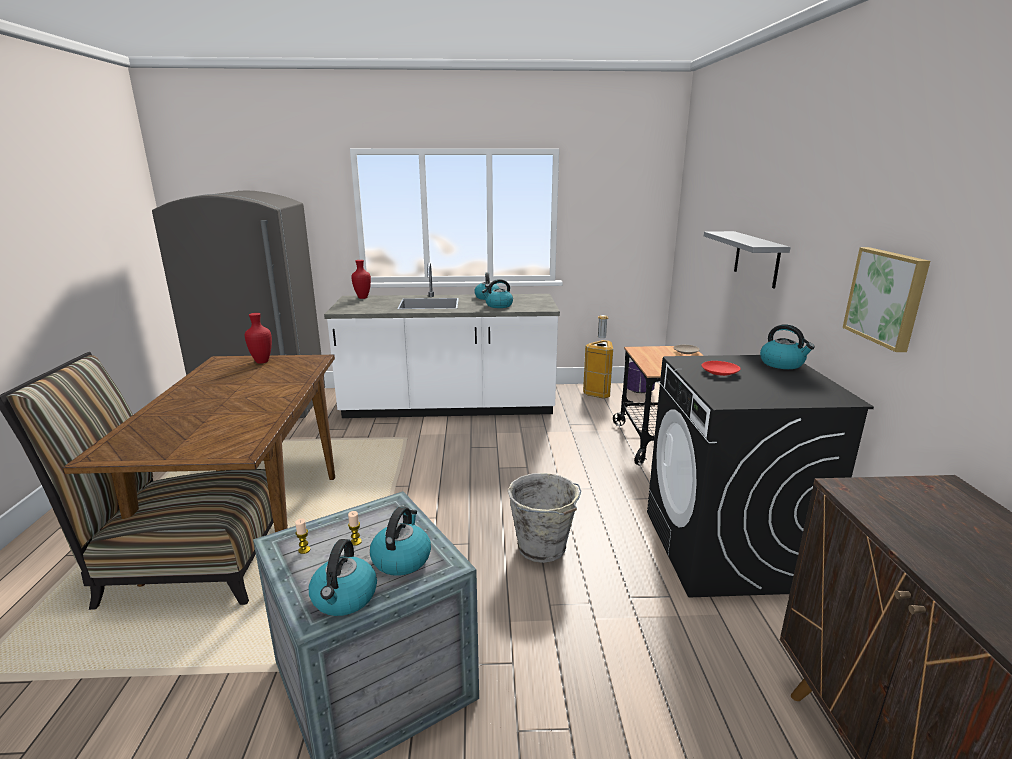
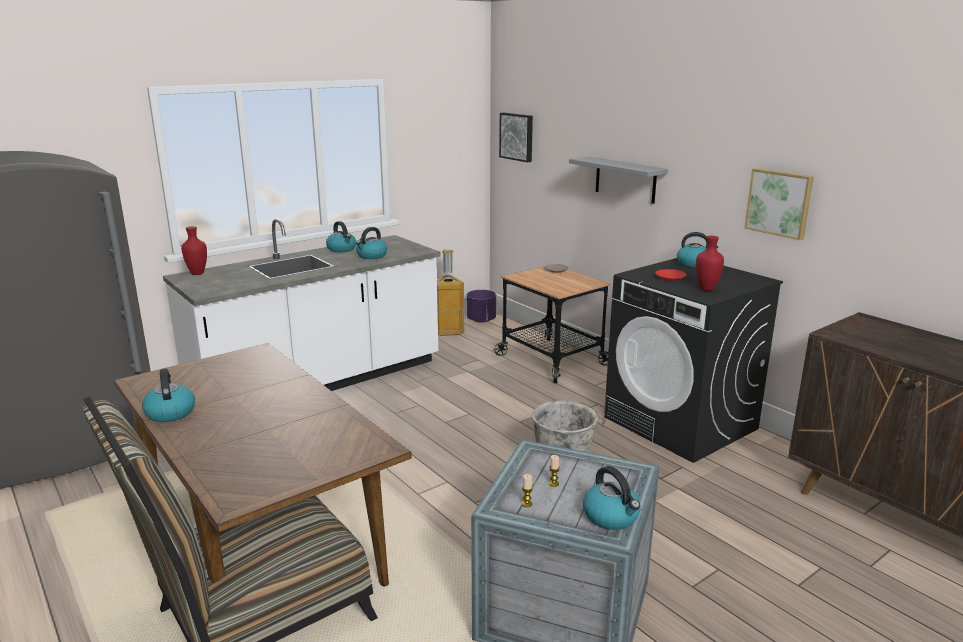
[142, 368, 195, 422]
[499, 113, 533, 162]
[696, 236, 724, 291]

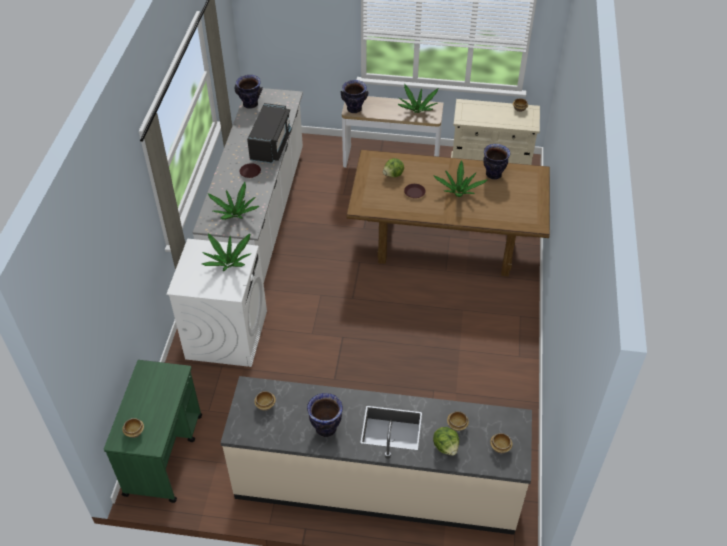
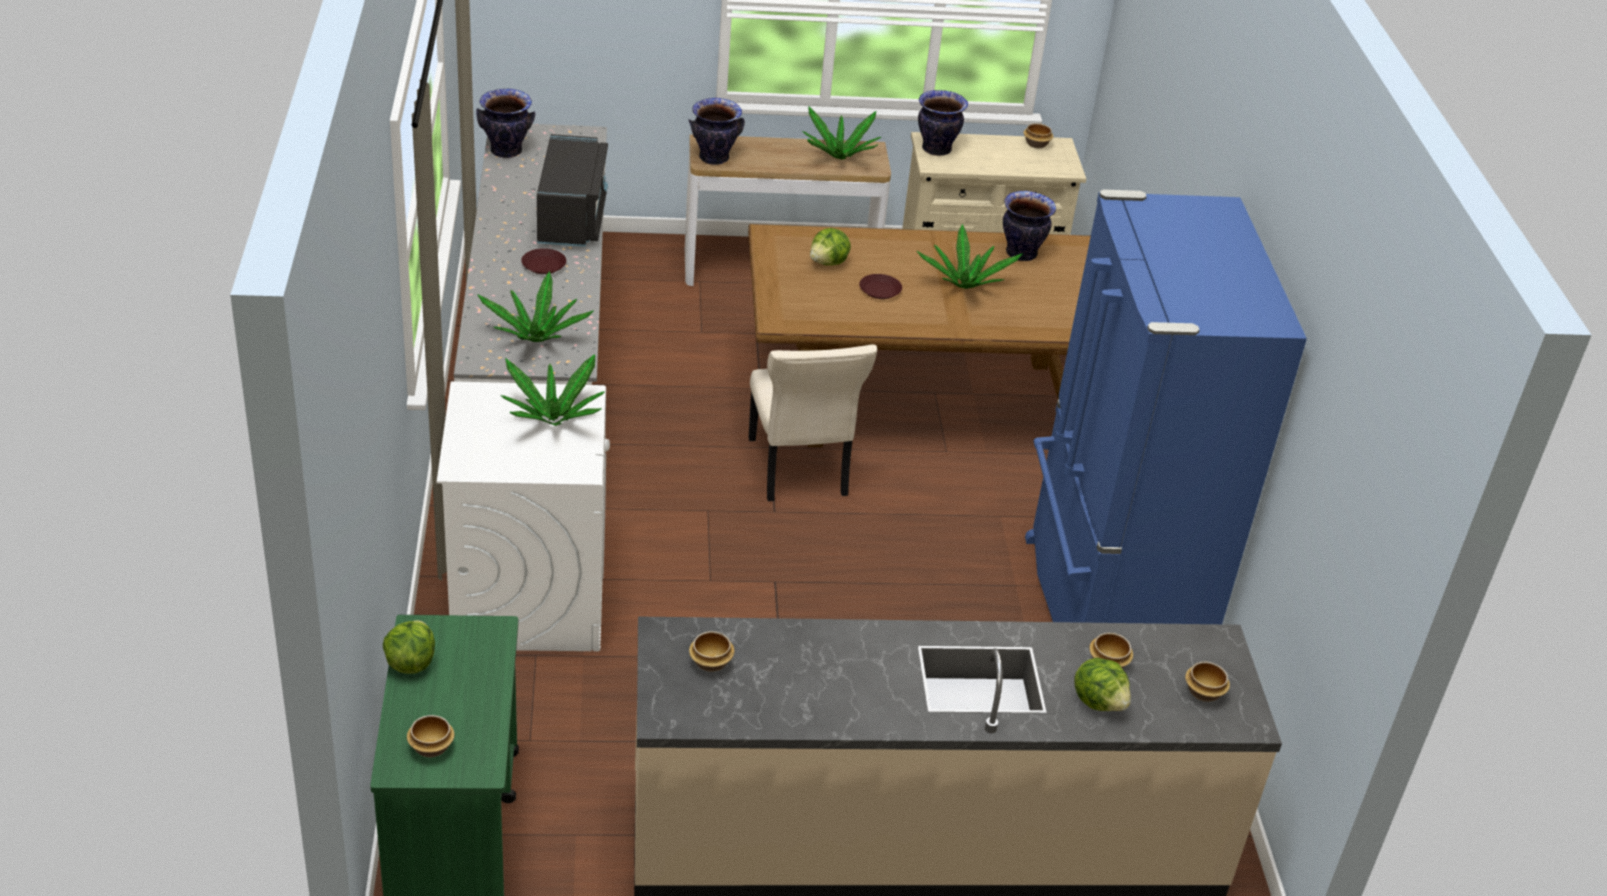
[383, 620, 435, 674]
[749, 344, 877, 501]
[918, 90, 968, 156]
[1025, 189, 1307, 624]

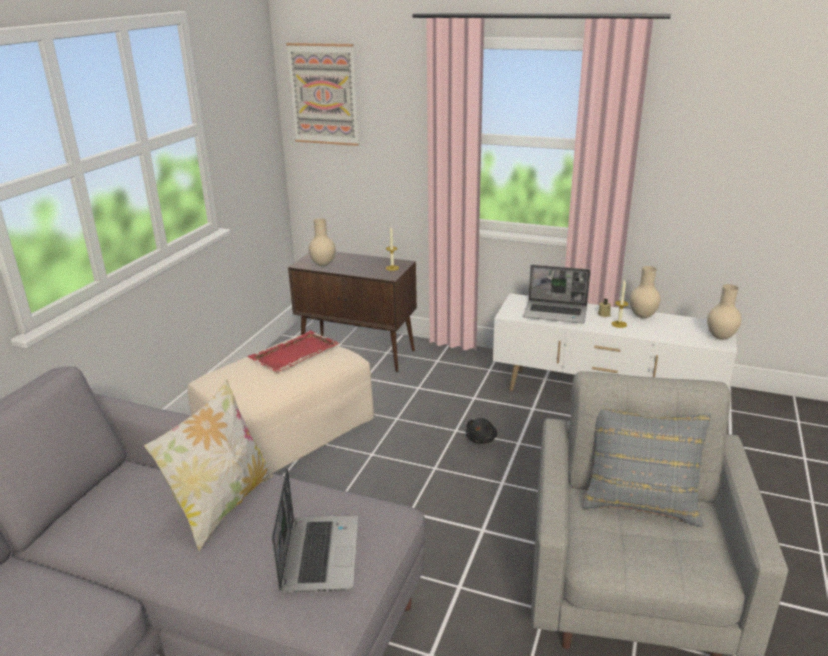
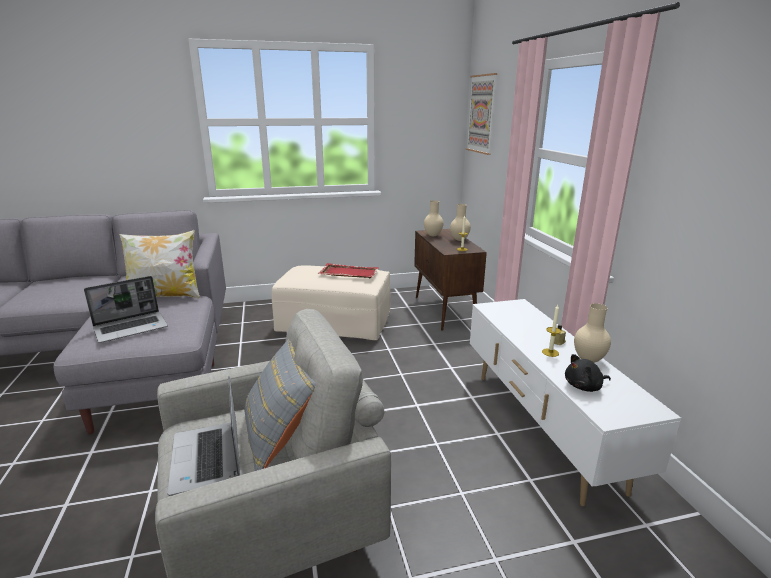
[167, 376, 240, 496]
[450, 204, 471, 241]
[565, 354, 611, 392]

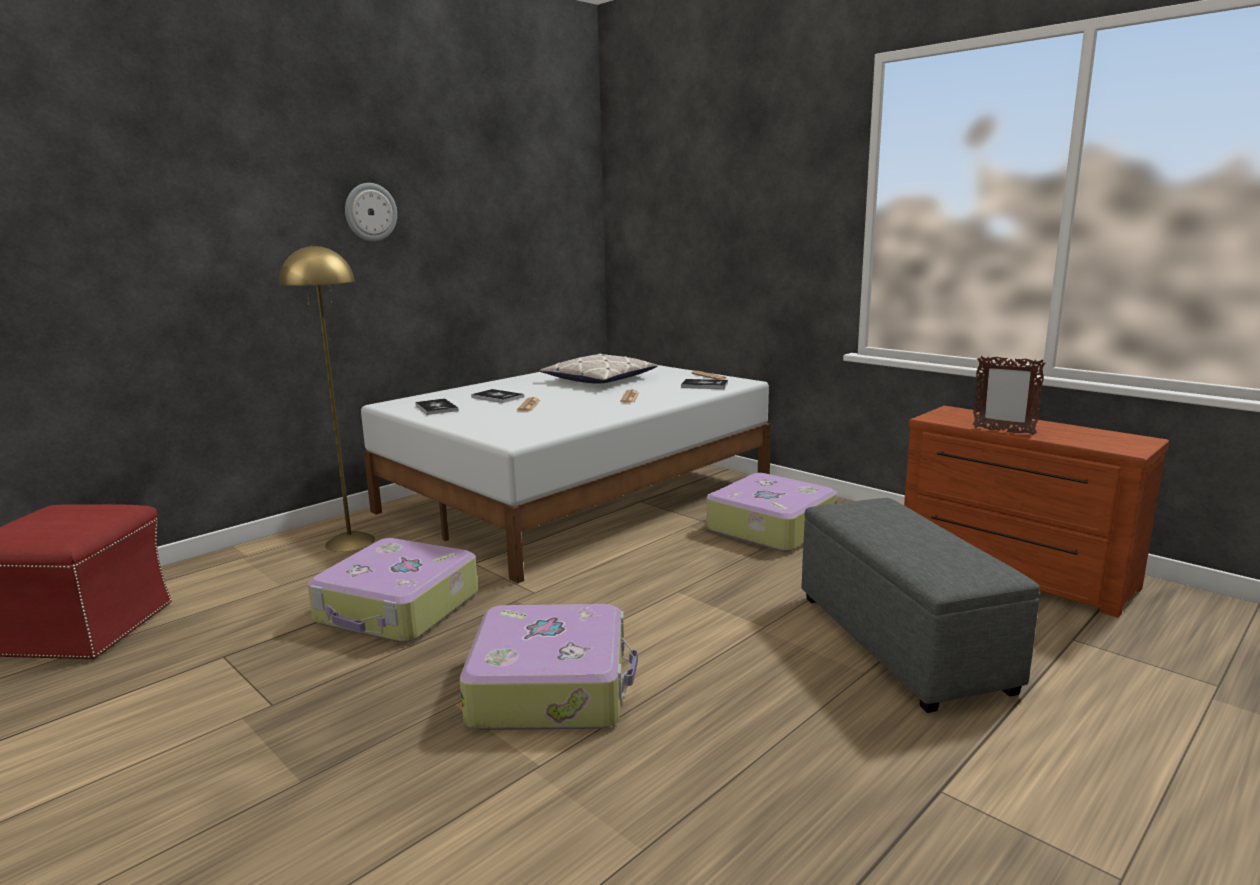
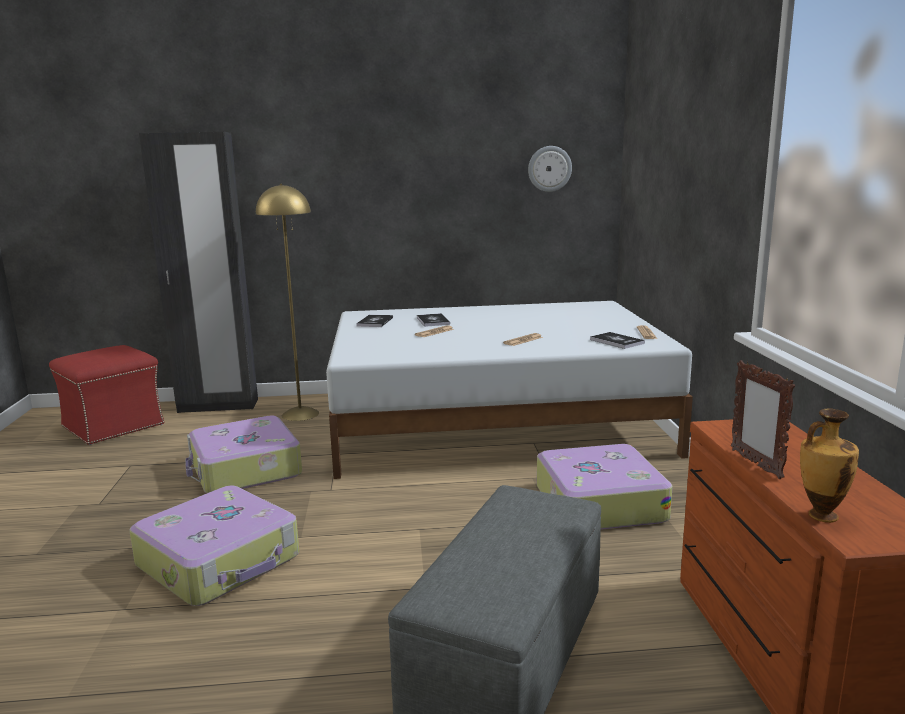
[139, 132, 258, 413]
[528, 146, 572, 192]
[800, 408, 859, 523]
[540, 353, 657, 384] (first image)

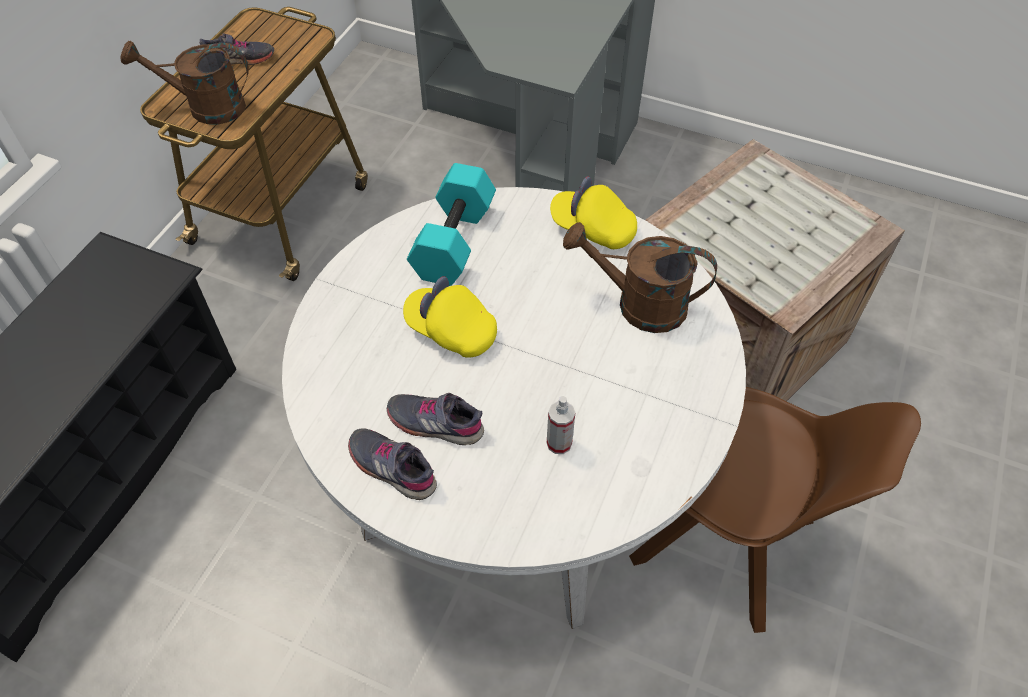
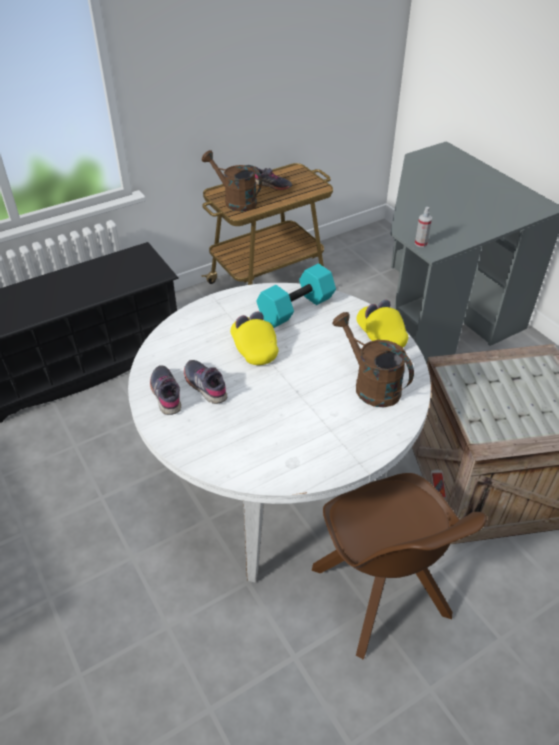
[415, 207, 432, 247]

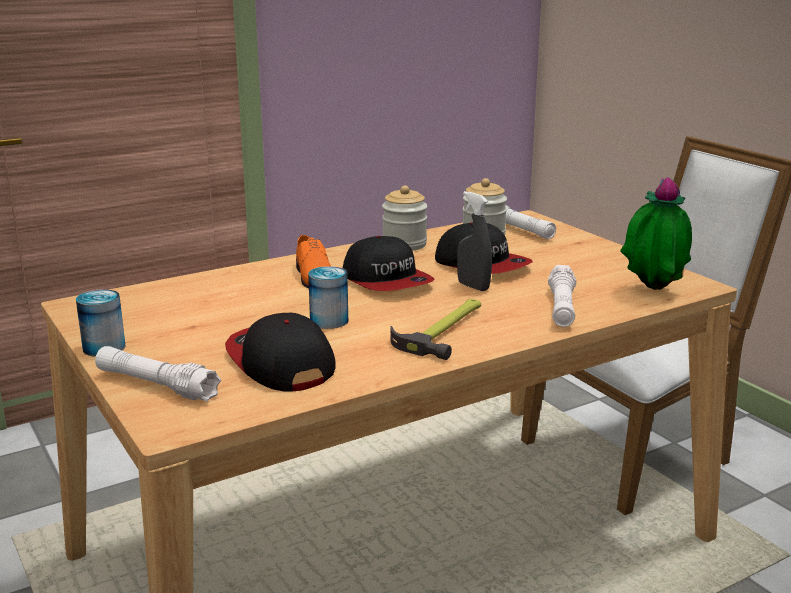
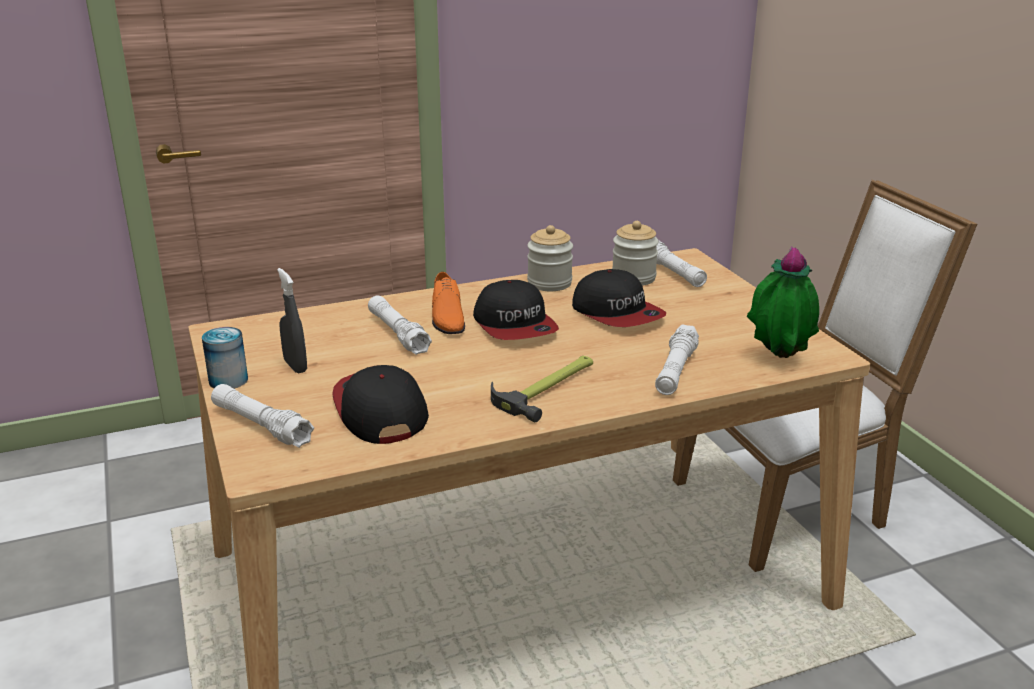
[277, 268, 307, 373]
[368, 295, 432, 355]
[308, 266, 348, 329] (first image)

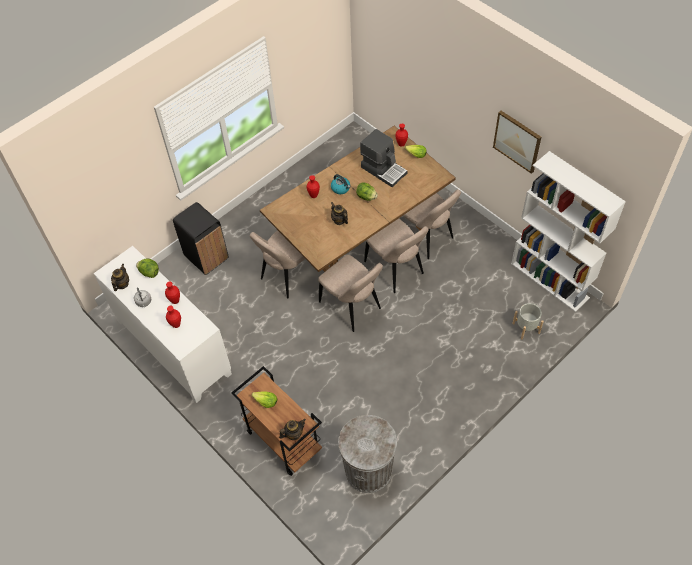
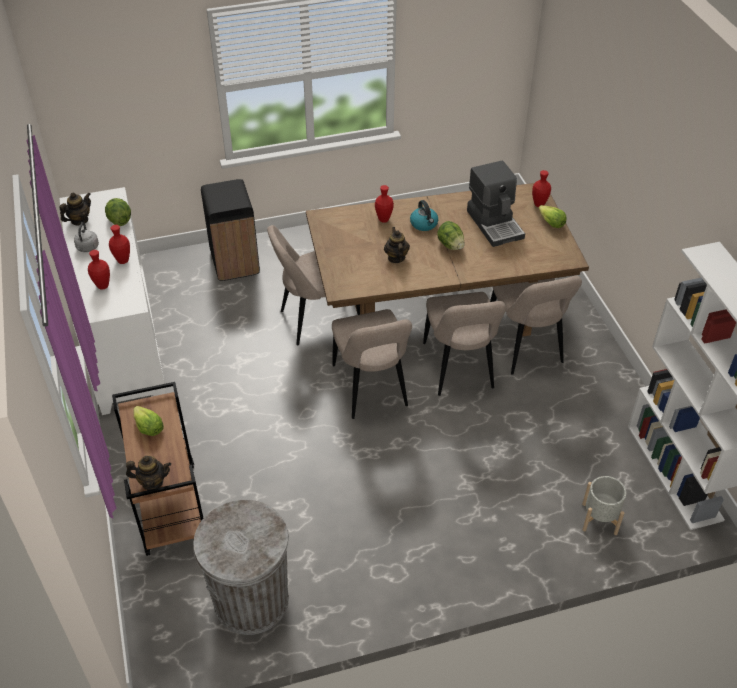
[493, 111, 541, 174] (first image)

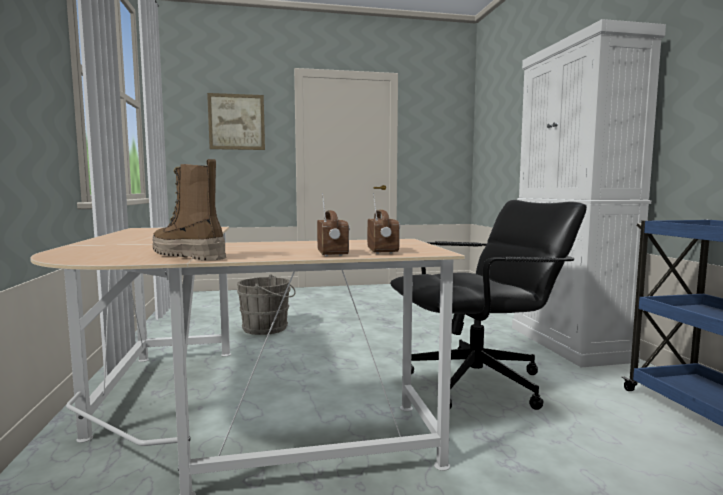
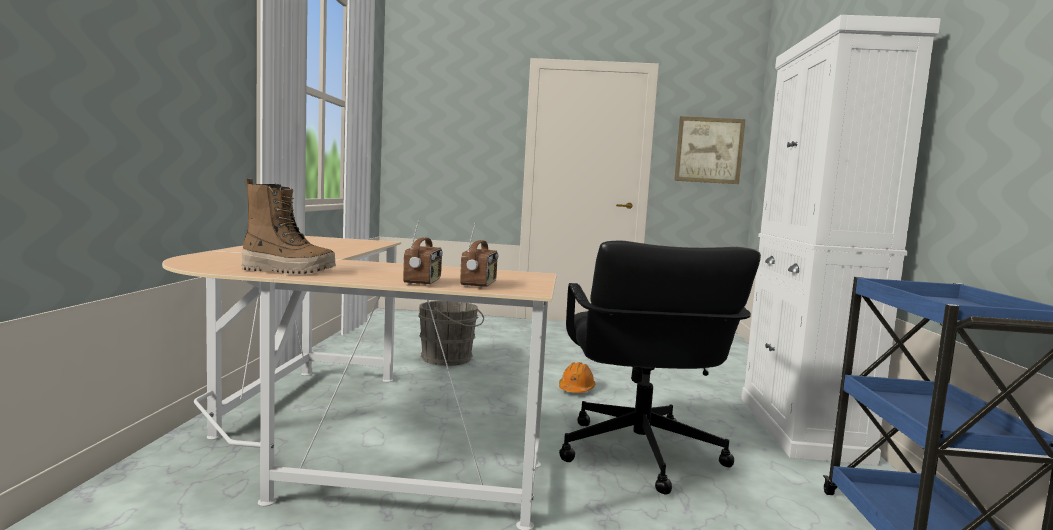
[242, 178, 336, 274]
[559, 241, 761, 495]
[559, 362, 596, 393]
[674, 116, 745, 184]

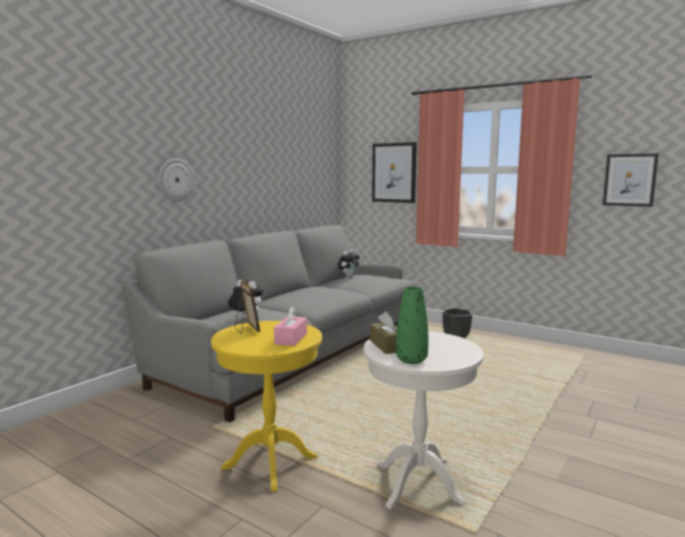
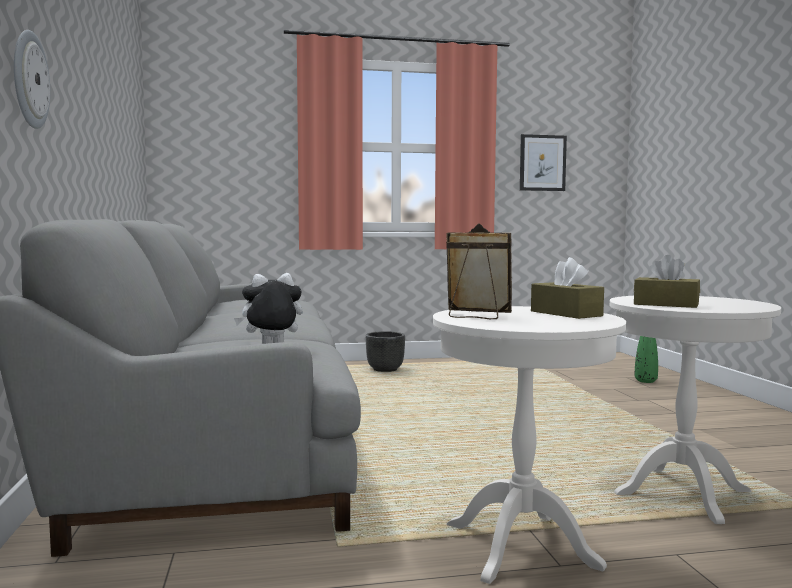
[433, 306, 626, 584]
[531, 257, 604, 319]
[635, 336, 658, 383]
[338, 249, 360, 278] (first image)
[372, 142, 417, 203] (first image)

